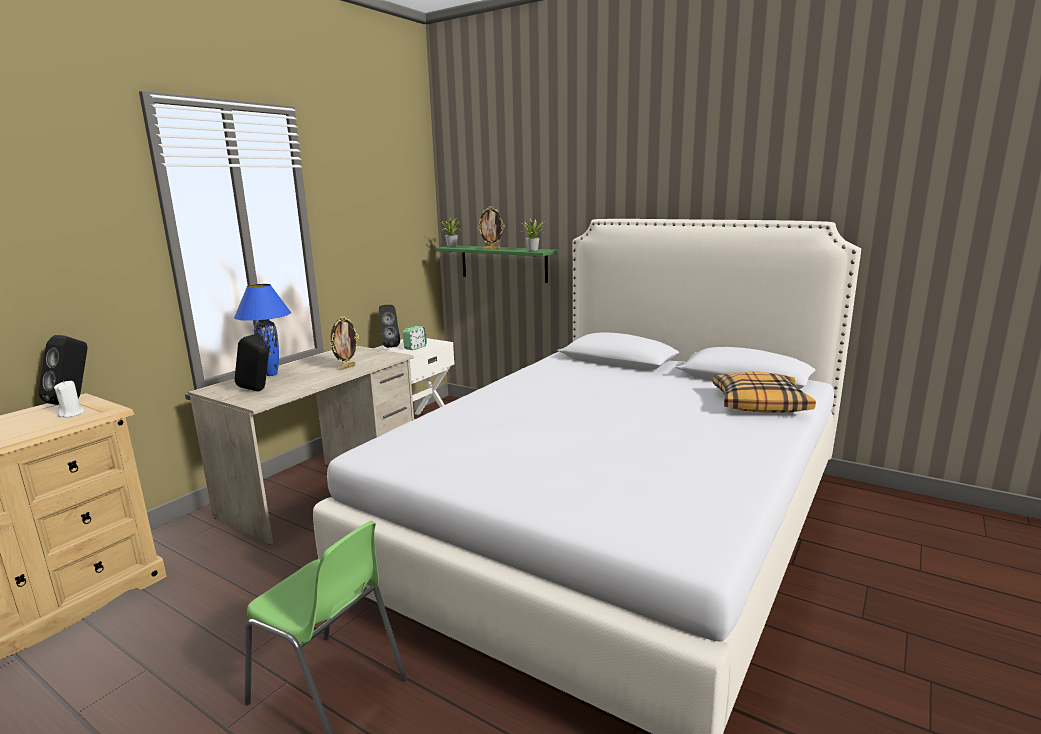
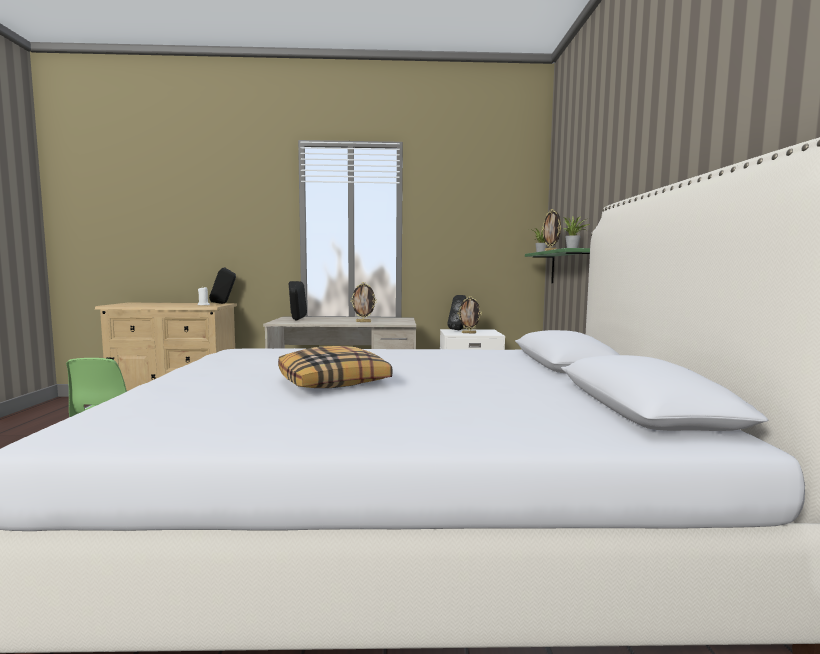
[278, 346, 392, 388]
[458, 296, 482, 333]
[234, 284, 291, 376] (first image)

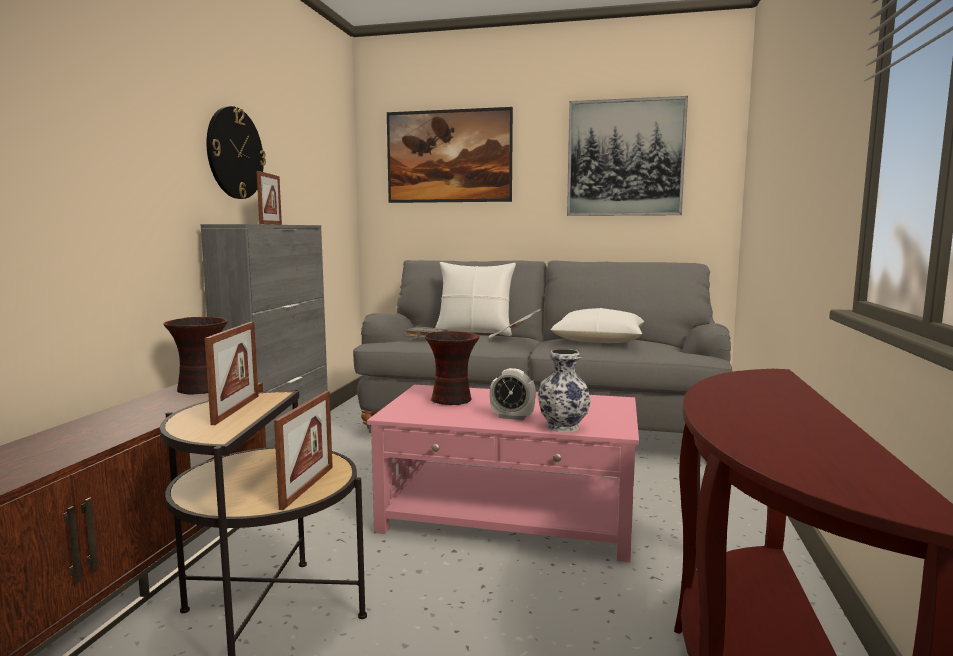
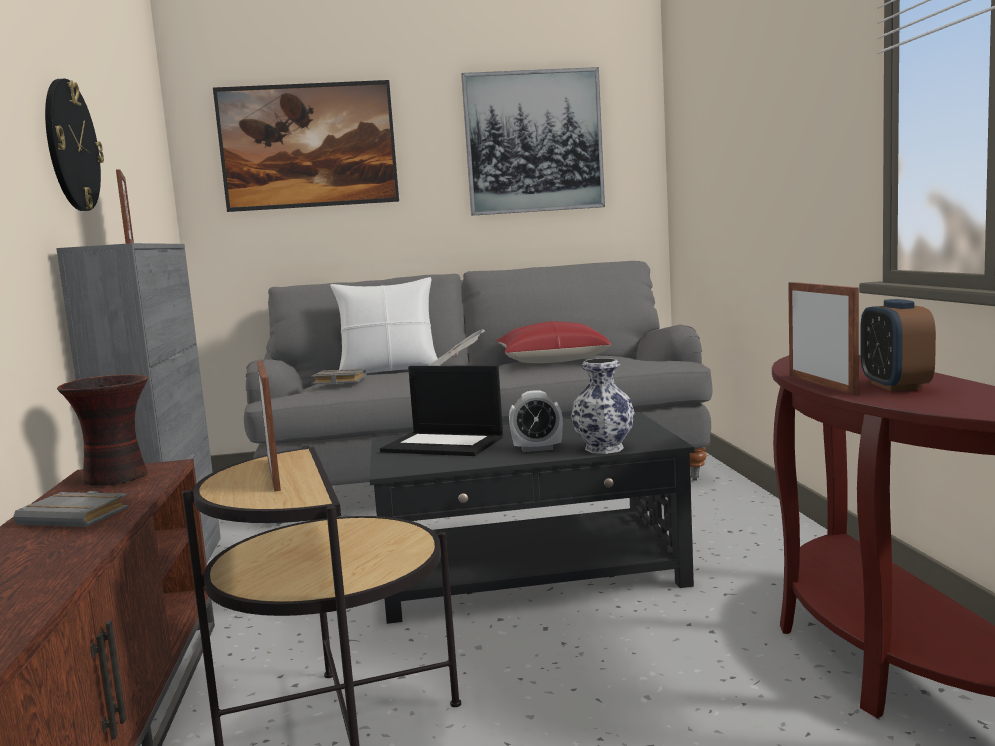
[13, 491, 129, 527]
[370, 412, 694, 624]
[380, 365, 503, 456]
[497, 321, 612, 363]
[788, 282, 859, 395]
[860, 299, 936, 391]

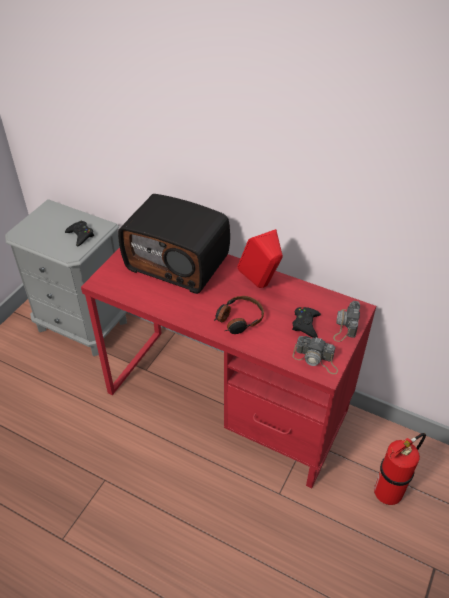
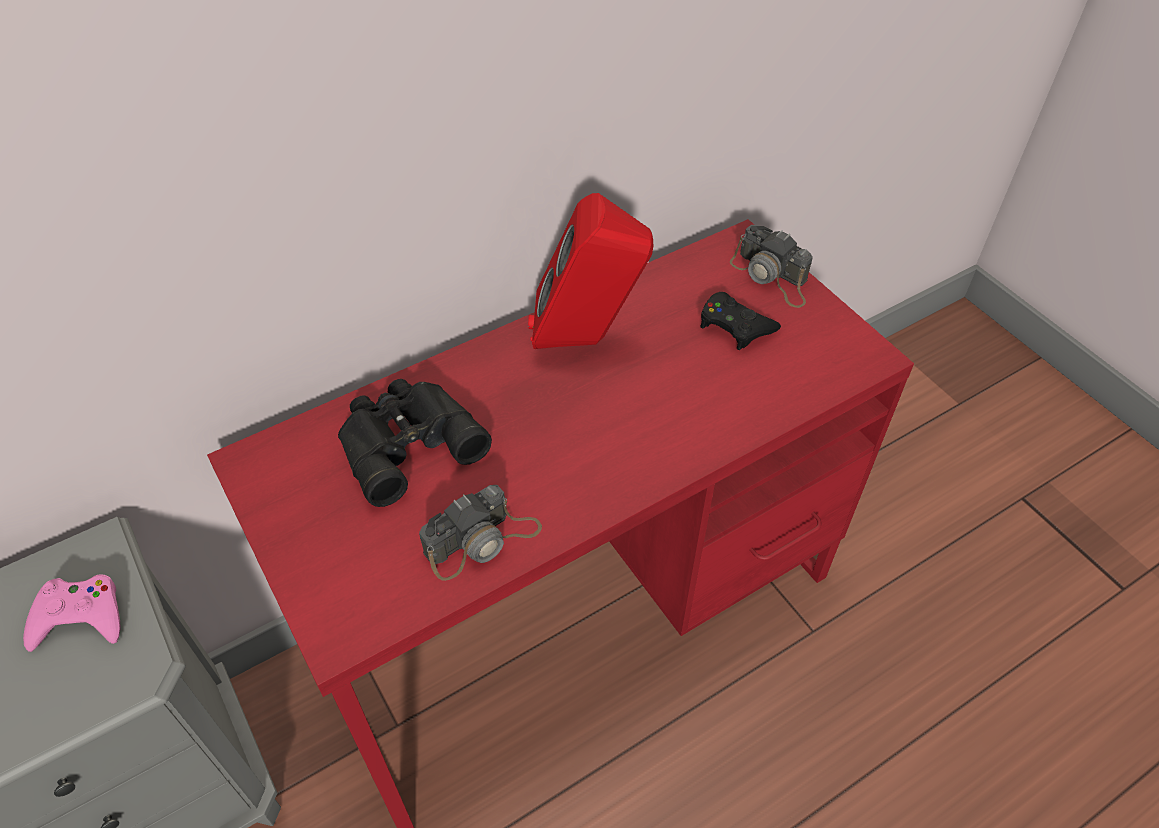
[23, 574, 120, 652]
[338, 379, 492, 507]
[419, 485, 542, 581]
[214, 296, 264, 334] (first image)
[374, 433, 426, 505] (first image)

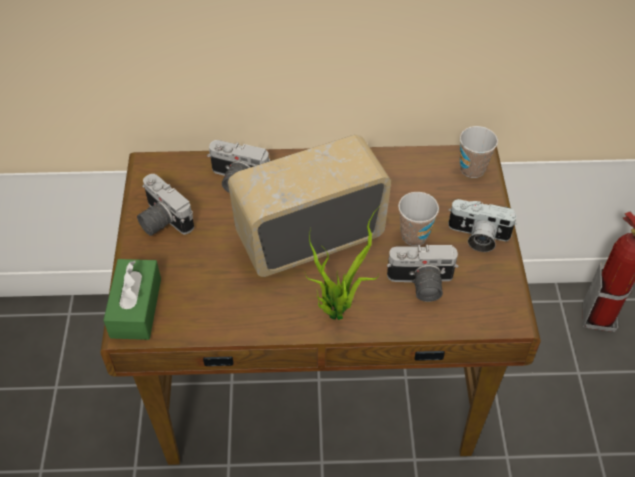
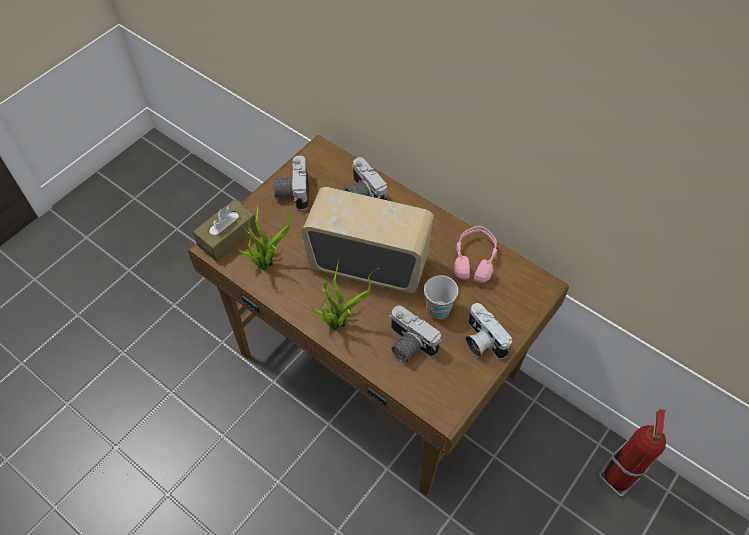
[193, 199, 257, 262]
[236, 197, 295, 270]
[454, 226, 497, 283]
[460, 126, 498, 178] (first image)

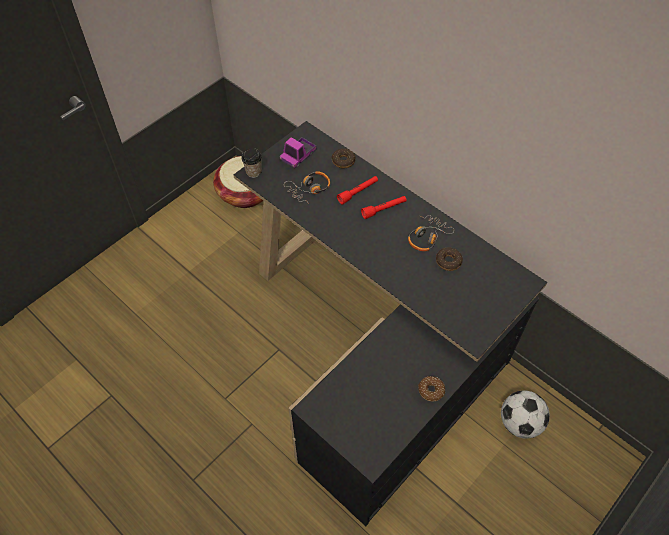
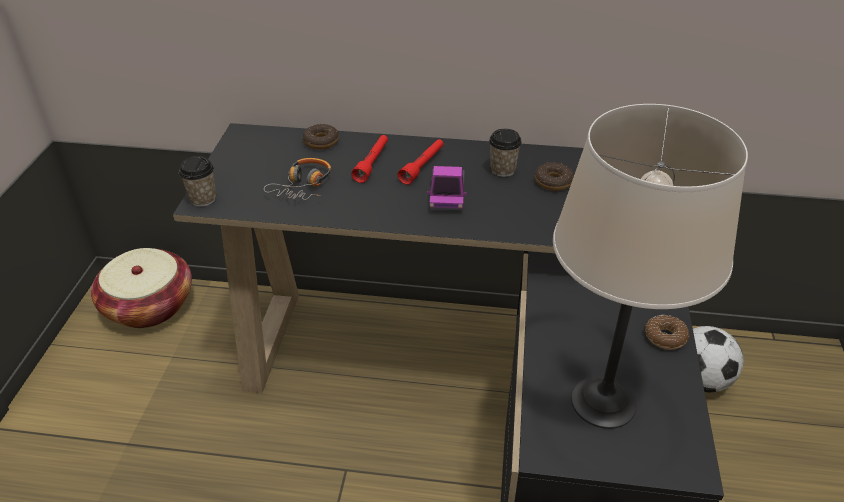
[427, 166, 467, 211]
[489, 129, 522, 177]
[553, 104, 748, 429]

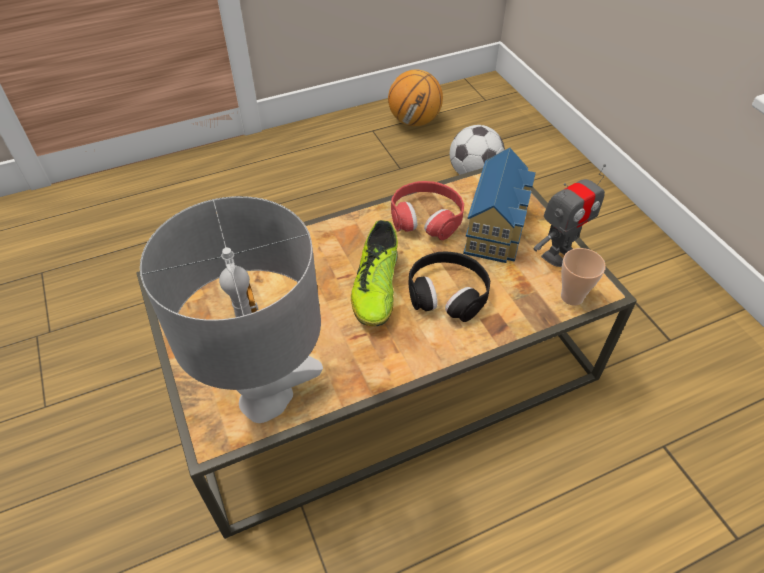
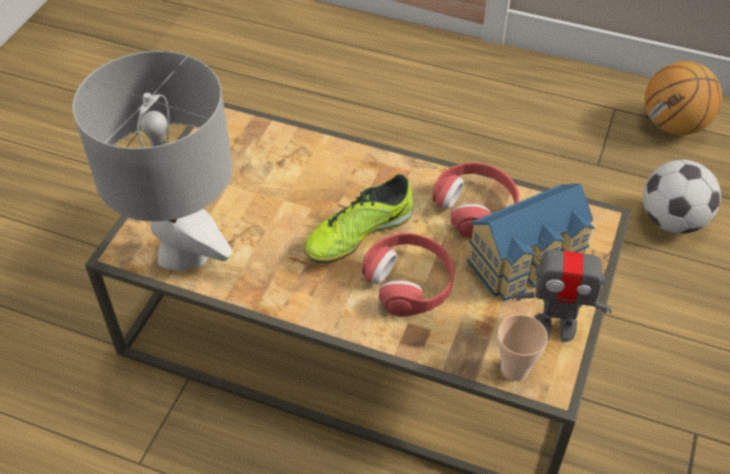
[362, 233, 454, 317]

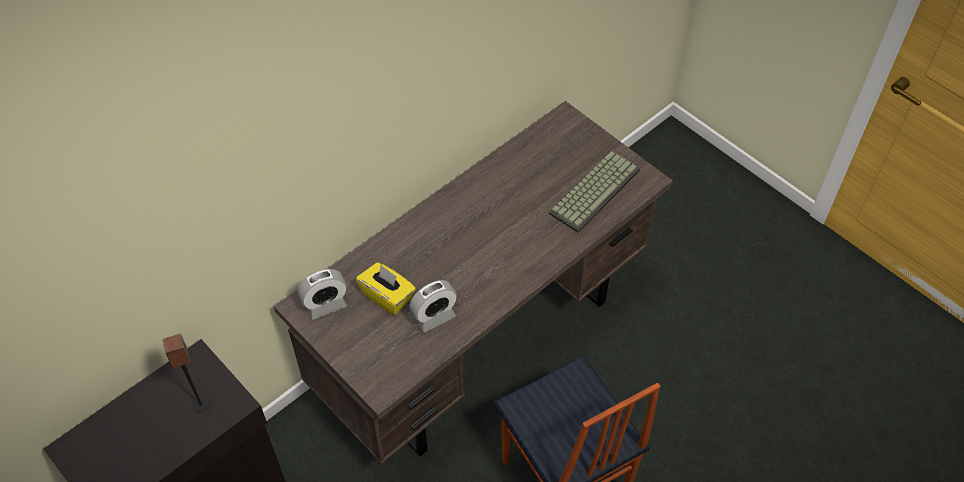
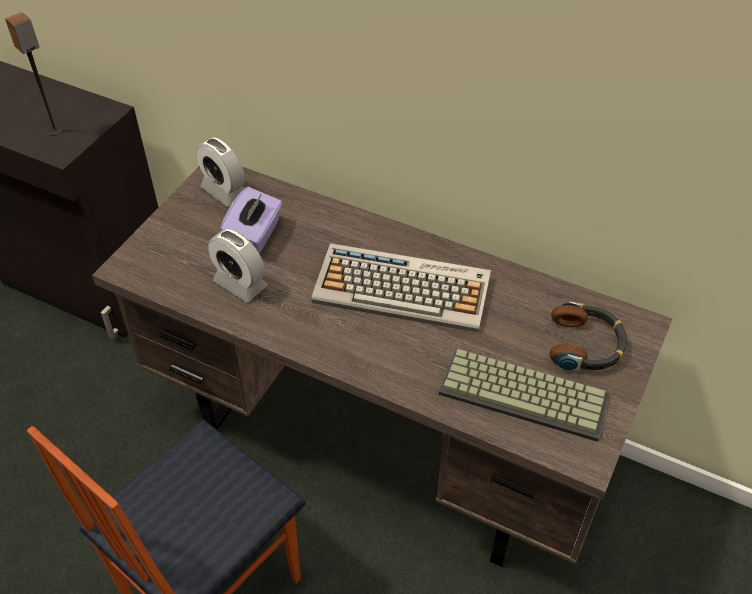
[220, 187, 282, 254]
[311, 243, 491, 333]
[549, 301, 627, 371]

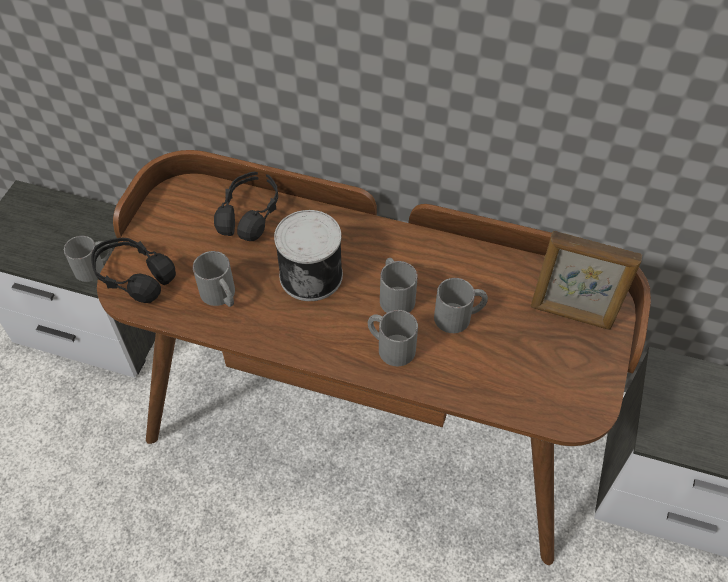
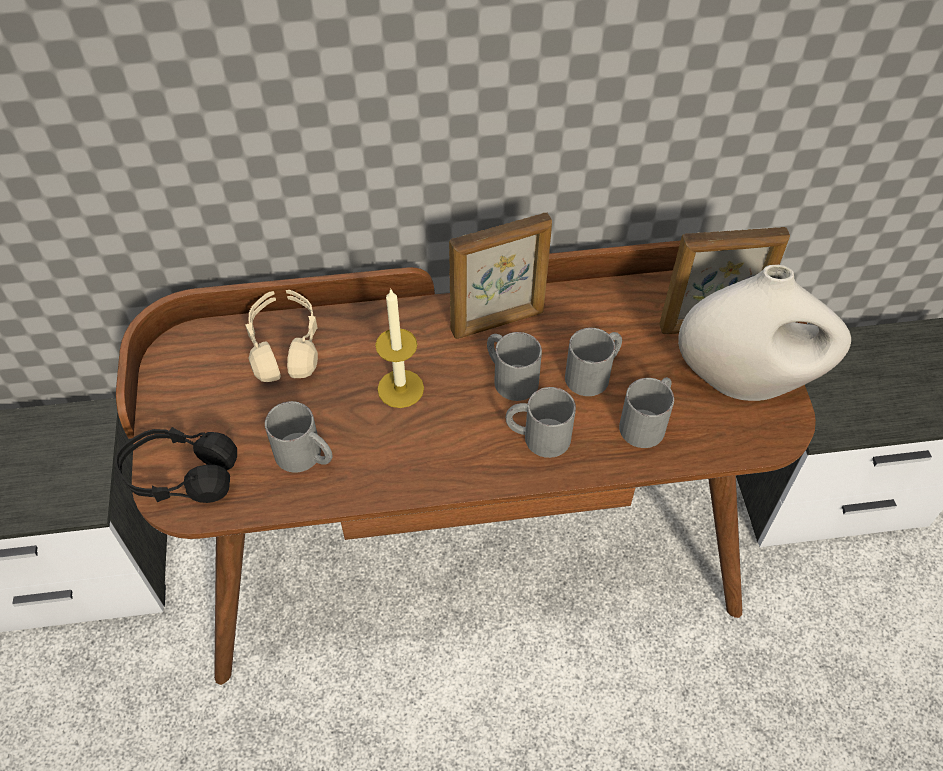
[245, 290, 318, 382]
[375, 288, 424, 408]
[449, 213, 552, 339]
[619, 377, 674, 448]
[678, 265, 851, 401]

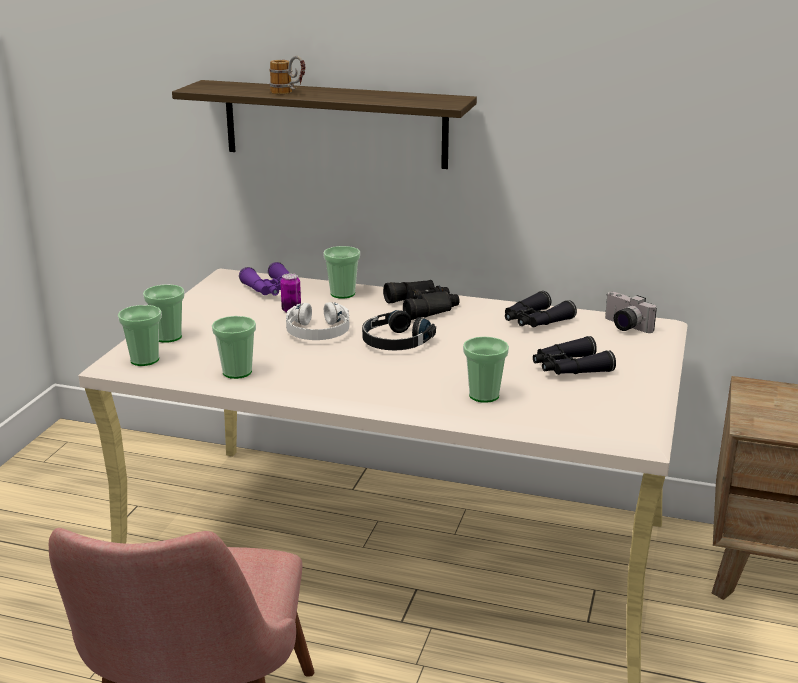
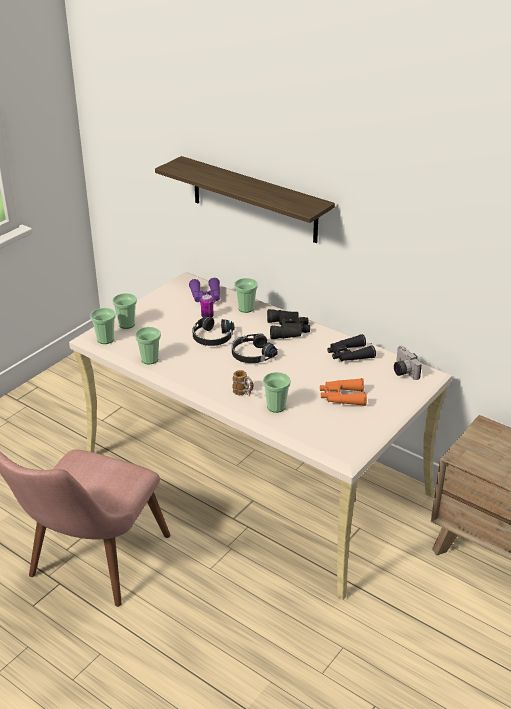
[192, 317, 235, 346]
[232, 370, 253, 395]
[320, 378, 367, 406]

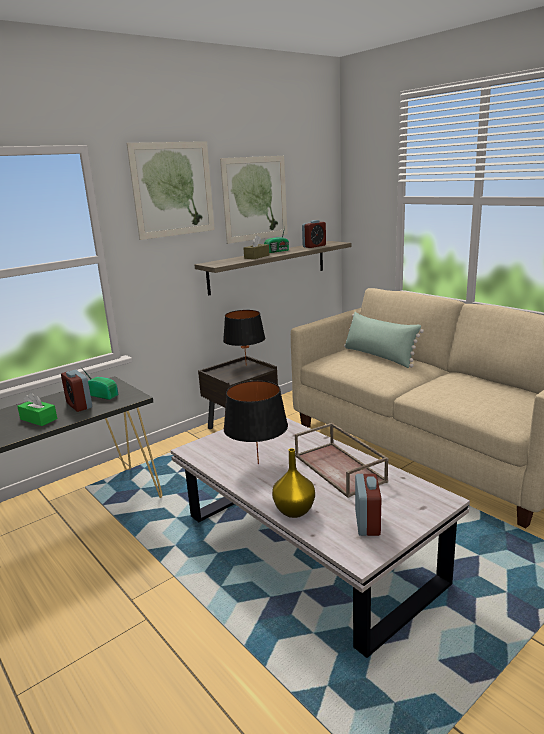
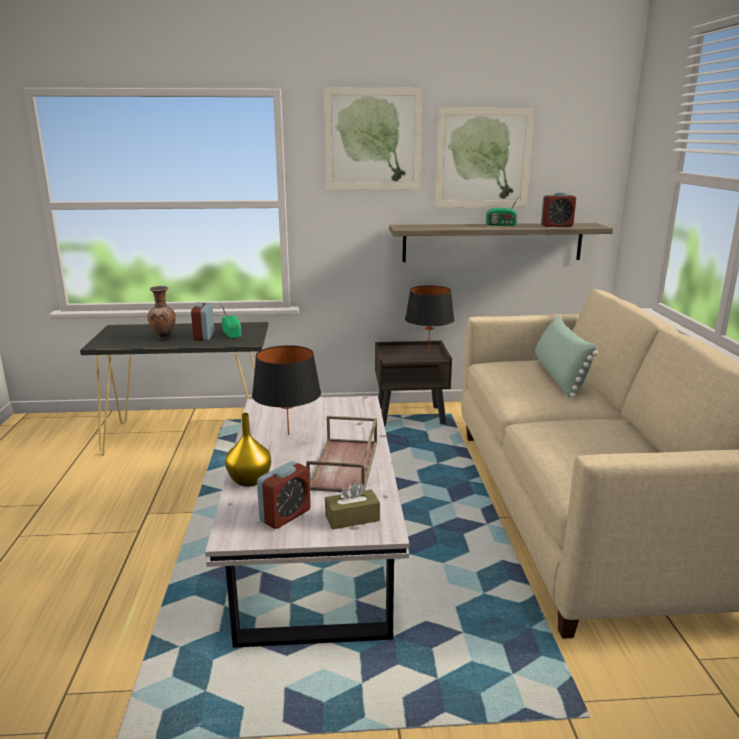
[147, 286, 176, 340]
[325, 482, 380, 530]

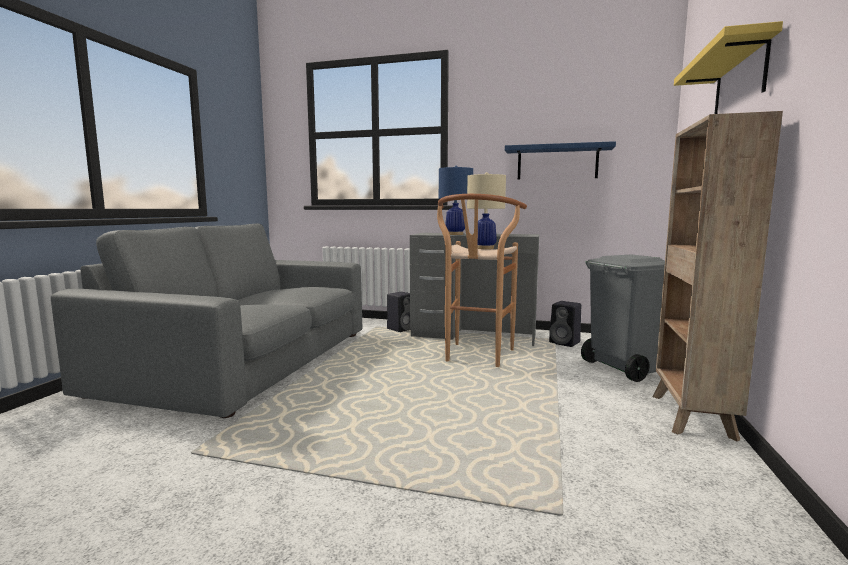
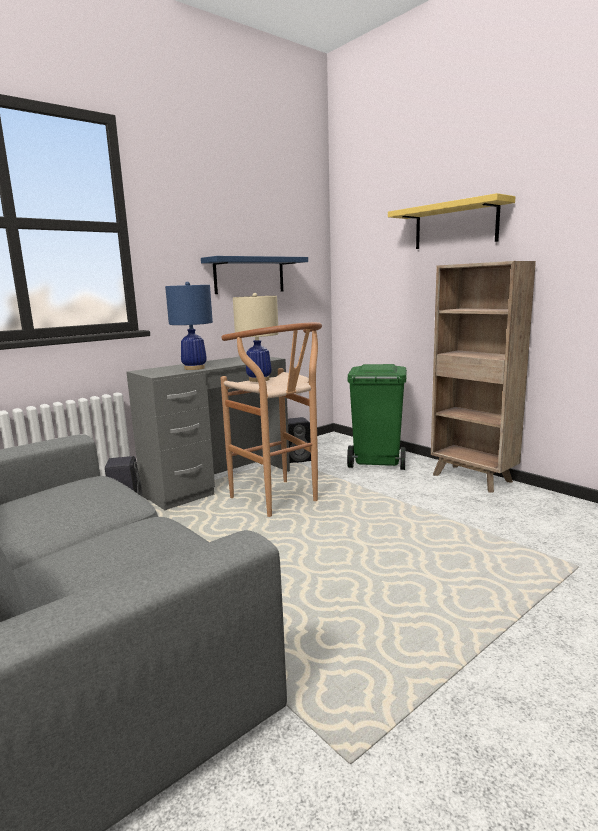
[347, 364, 407, 470]

